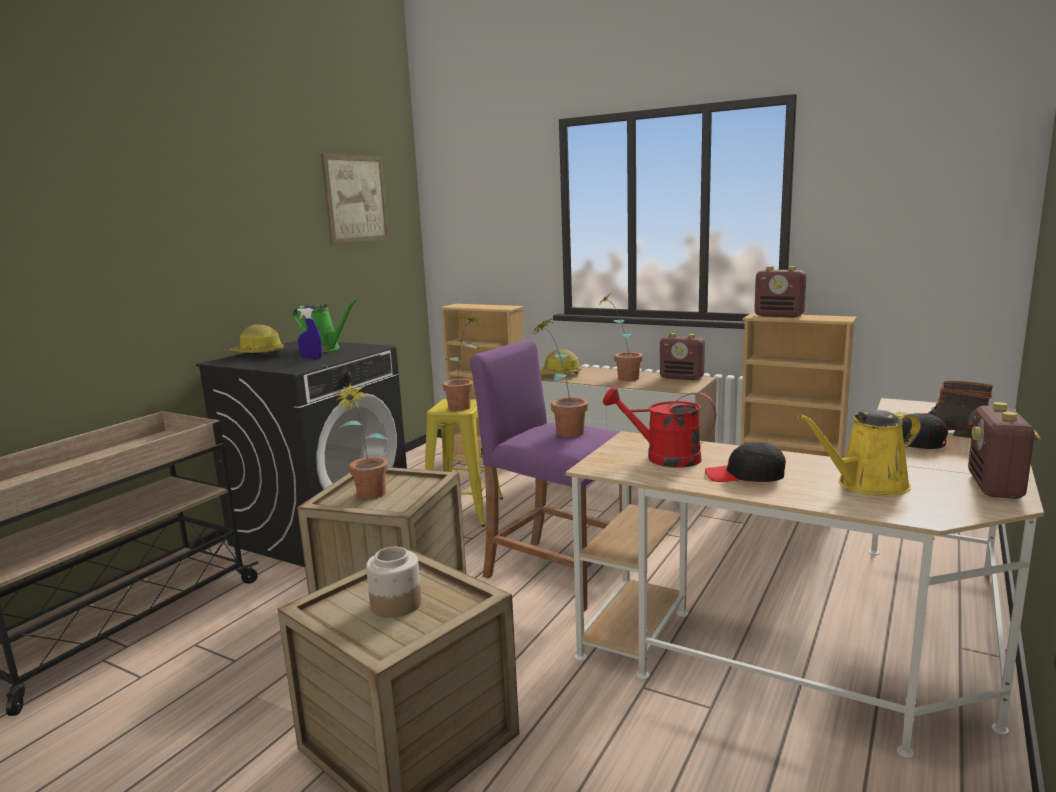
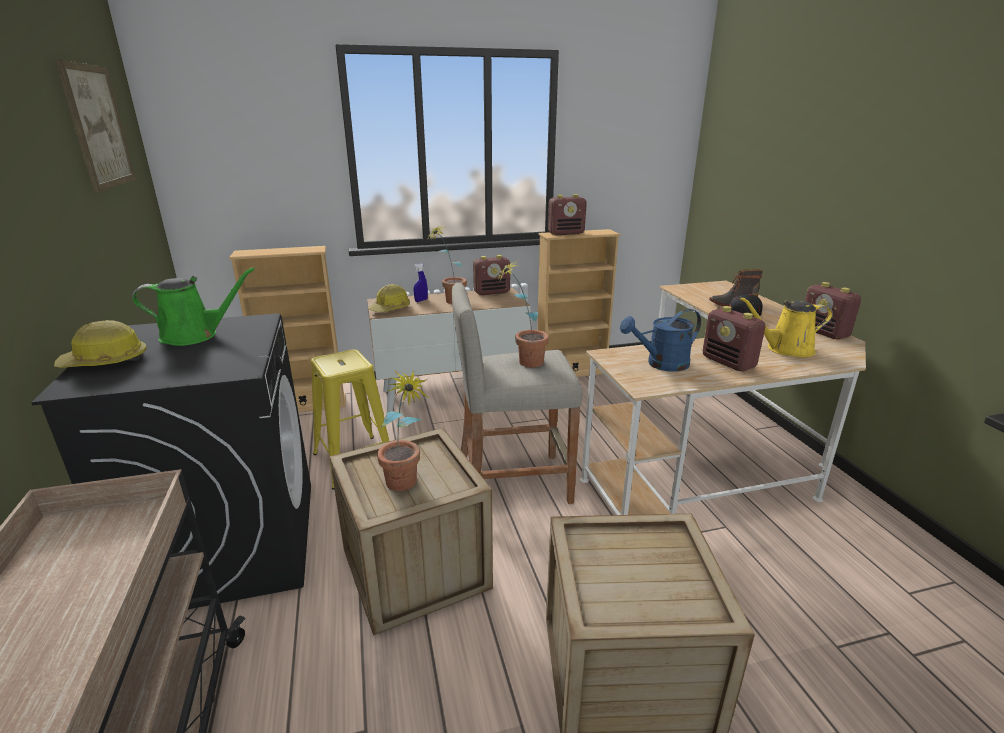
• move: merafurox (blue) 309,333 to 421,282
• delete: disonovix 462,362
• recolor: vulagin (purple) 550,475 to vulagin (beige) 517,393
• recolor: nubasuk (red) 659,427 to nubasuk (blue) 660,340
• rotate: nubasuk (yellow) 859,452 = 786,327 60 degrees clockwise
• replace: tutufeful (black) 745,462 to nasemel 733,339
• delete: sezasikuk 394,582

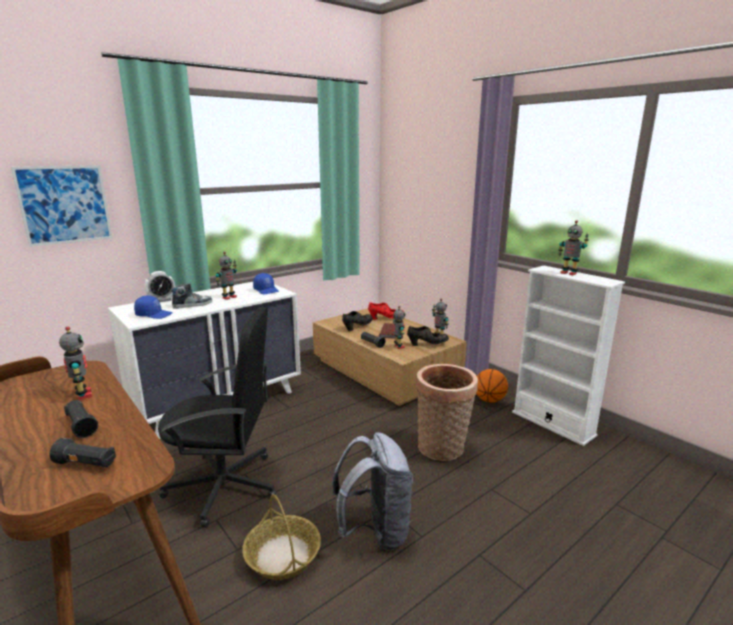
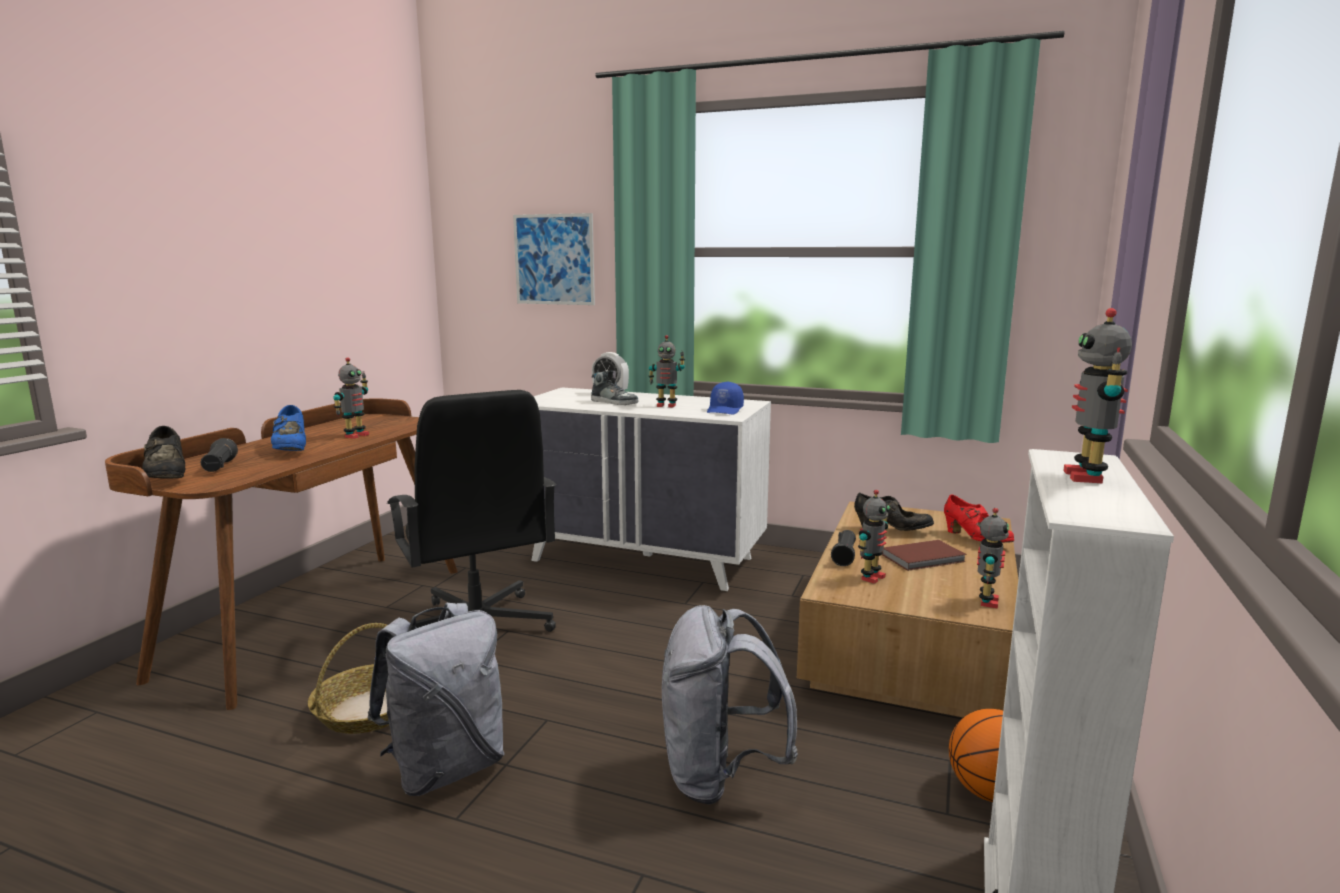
• delete: tutufeful (blue) 153,307
• move: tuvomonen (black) 428,336 to 164,452
• replace: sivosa 447,412 to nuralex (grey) 730,705
• replace: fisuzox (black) 81,419 to tuvomonen (blue) 288,428

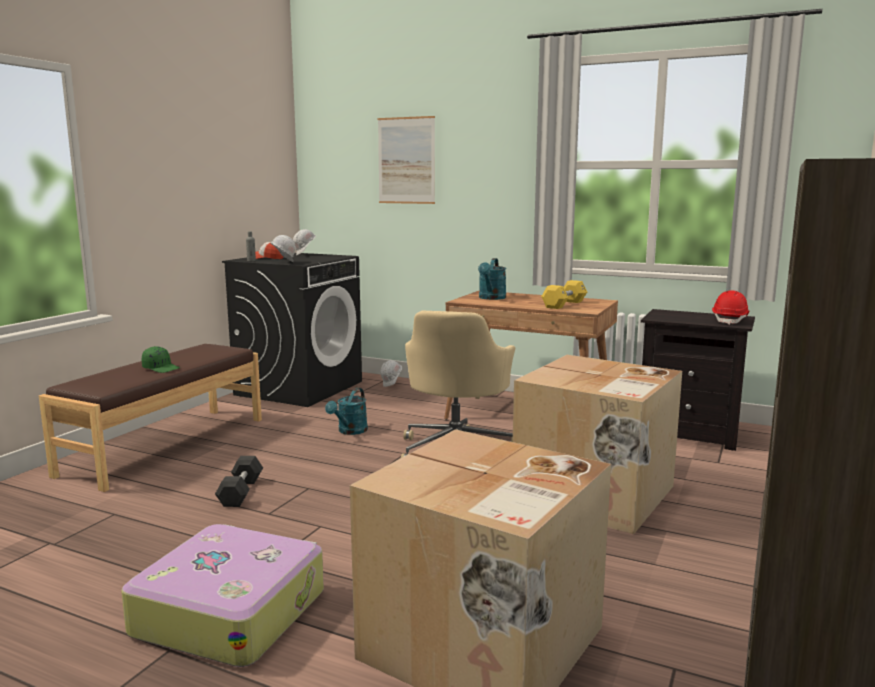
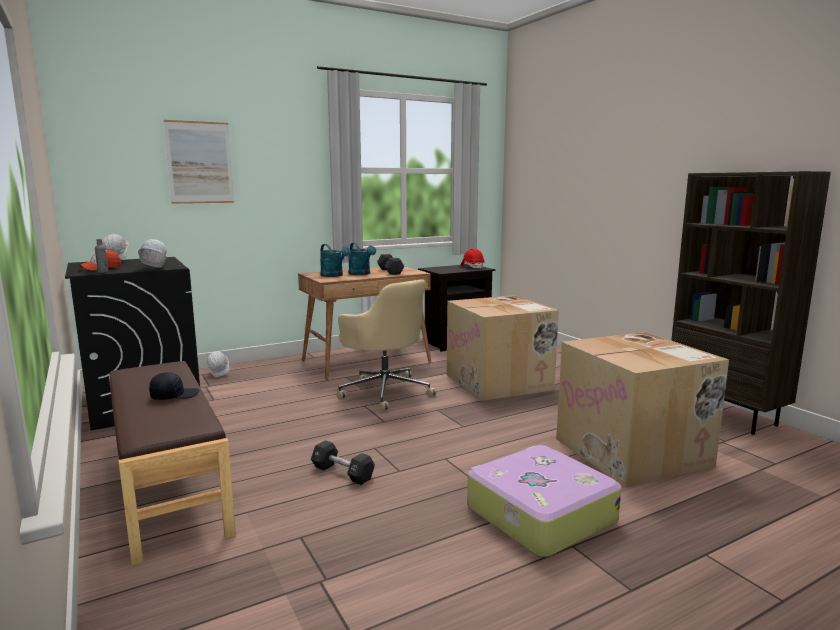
• recolor: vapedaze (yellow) 564,294 to vapedaze (black) 390,264
• recolor: tutufeful (green) 161,359 to tutufeful (black) 174,386
• move: nubasuk (turquoise) 346,411 to 362,259

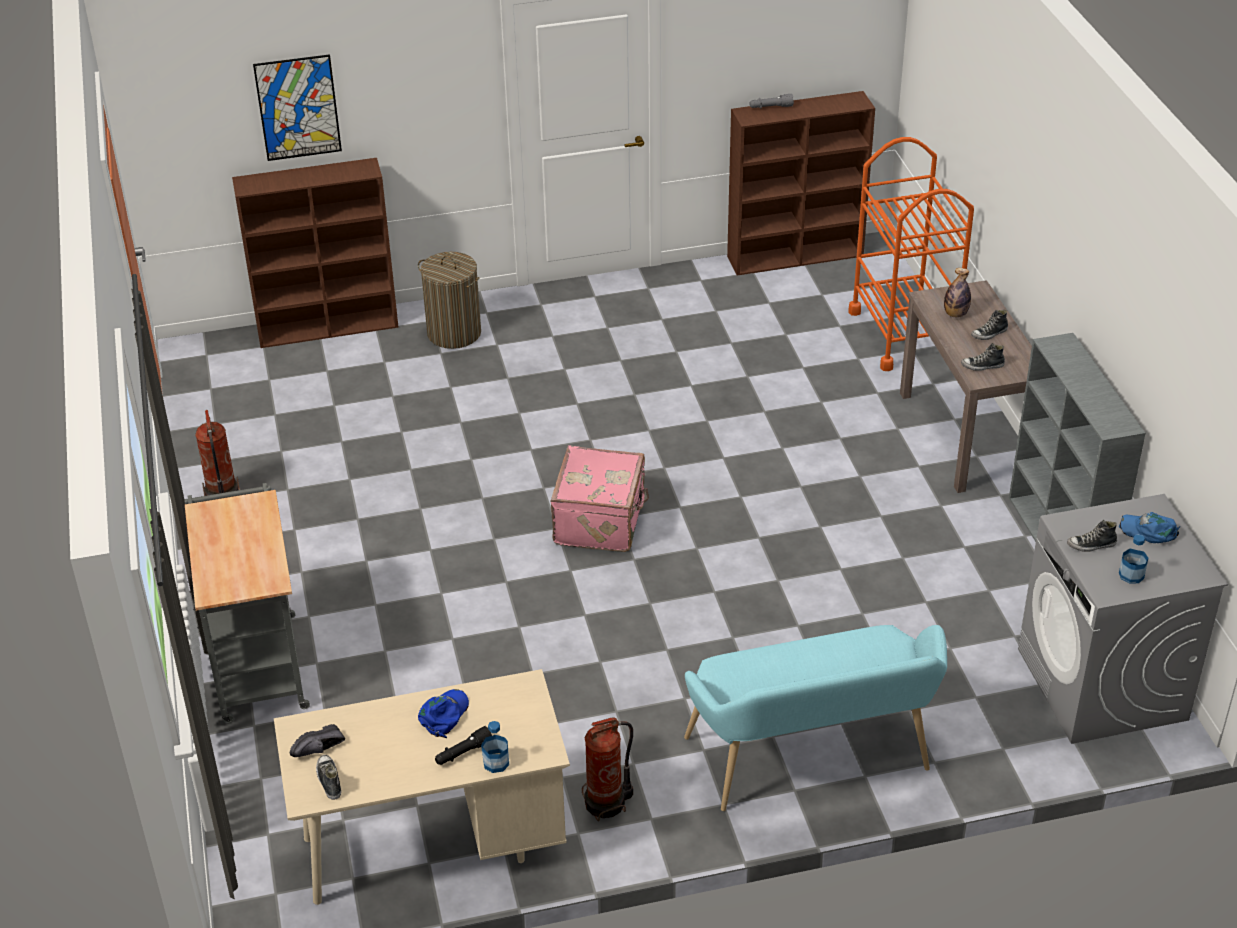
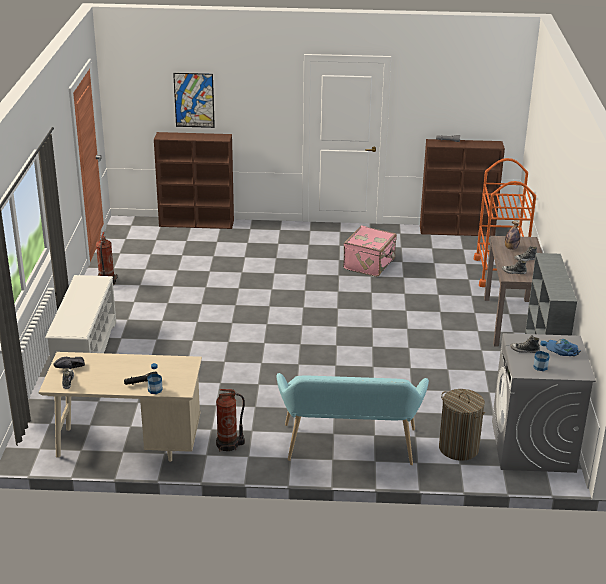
• move: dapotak 449,300 to 462,425
• move: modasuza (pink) 600,498 to 370,251
• replace: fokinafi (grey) 247,603 to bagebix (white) 80,319
• delete: tutufeful (blue) 443,713

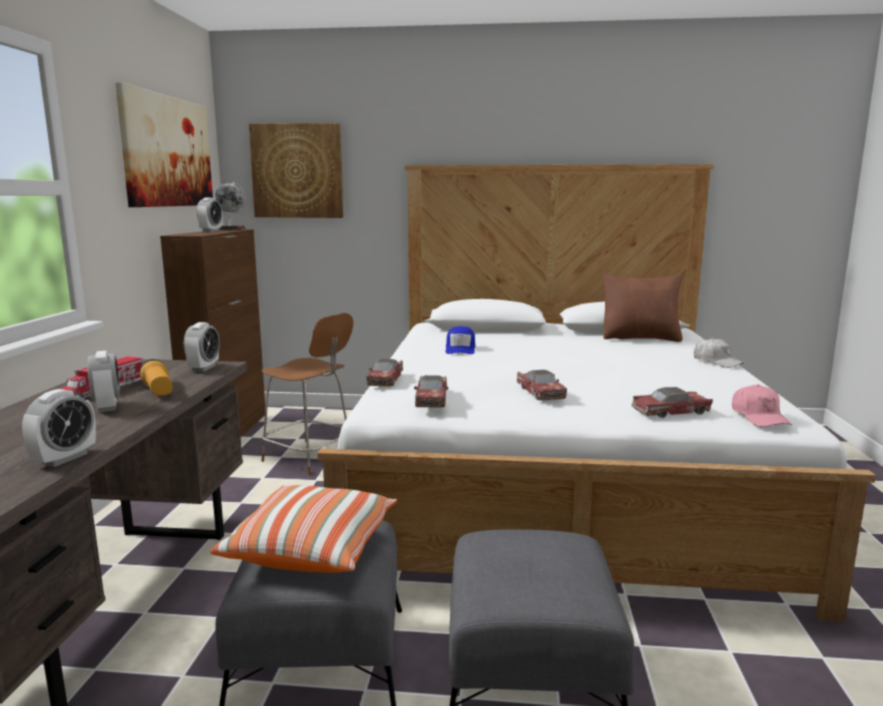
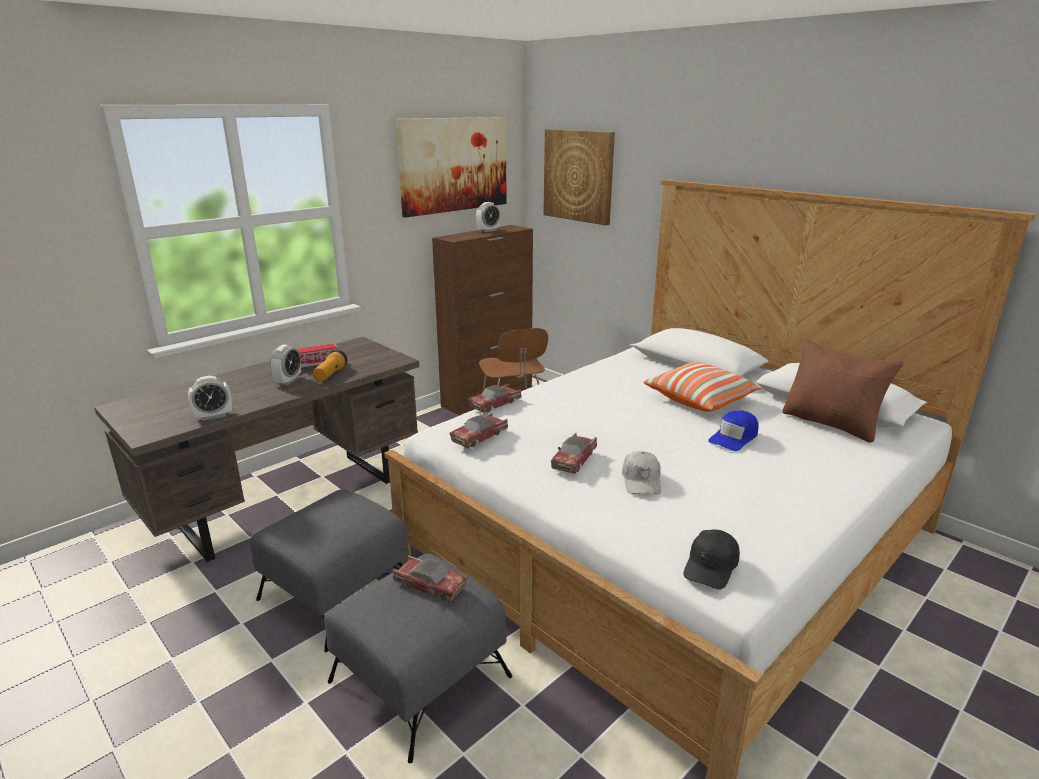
• delete: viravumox 230,206
• delete: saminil 202,347
• move: tutufeful (blue) 460,340 to 733,430
• move: tutufeful (white) 719,353 to 641,472
• recolor: tutufeful (pink) 762,405 to tutufeful (black) 712,560
• move: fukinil 672,402 to 430,578
• move: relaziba 303,529 to 703,387

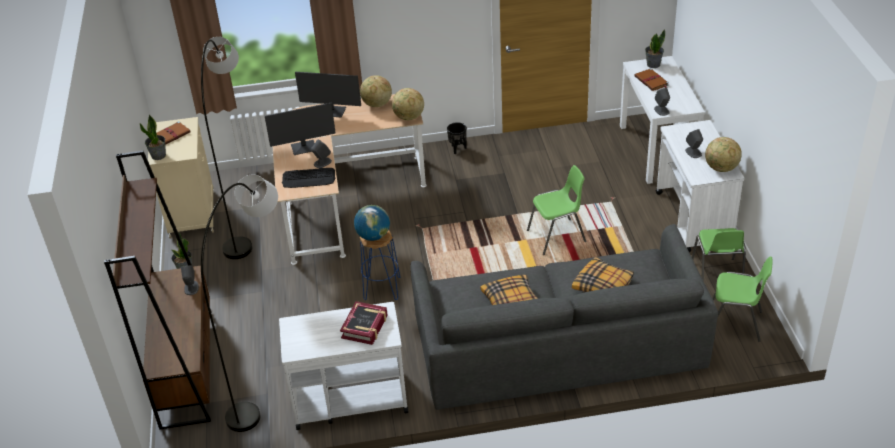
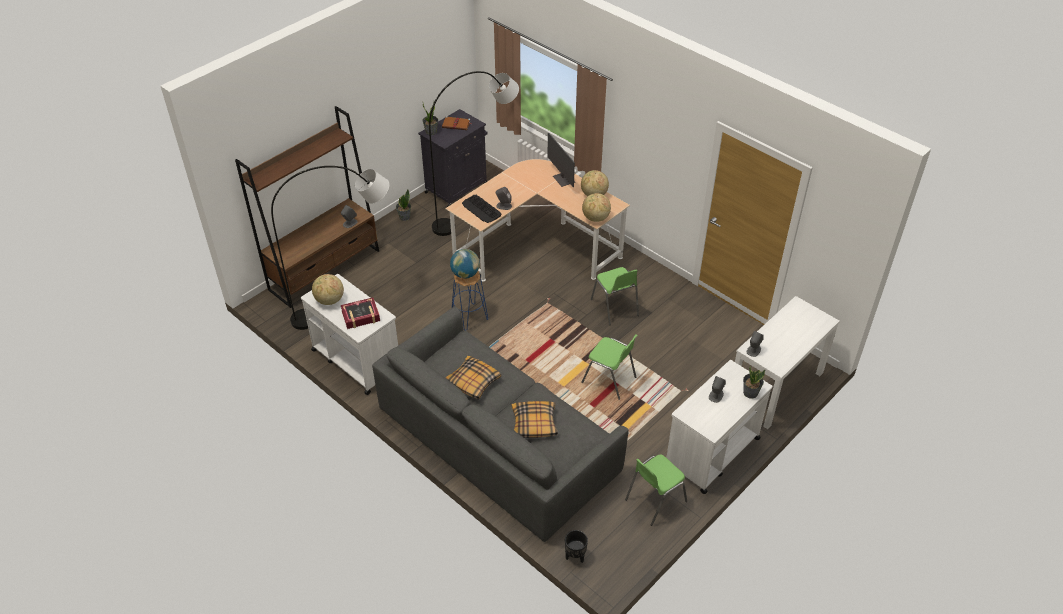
• move: disonovix 655,49 to 754,382
• delete: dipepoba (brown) 651,79
• delete: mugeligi 300,129
• recolor: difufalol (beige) 181,178 to difufalol (black) 452,158
• move: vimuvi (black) 457,138 to 576,546
• move: viravumox 723,154 to 328,289
• move: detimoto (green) 742,299 to 615,296

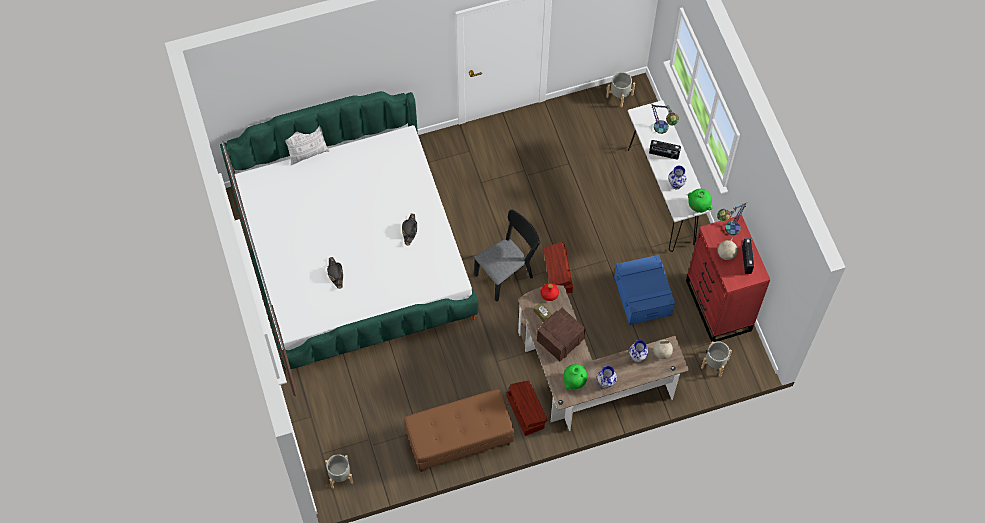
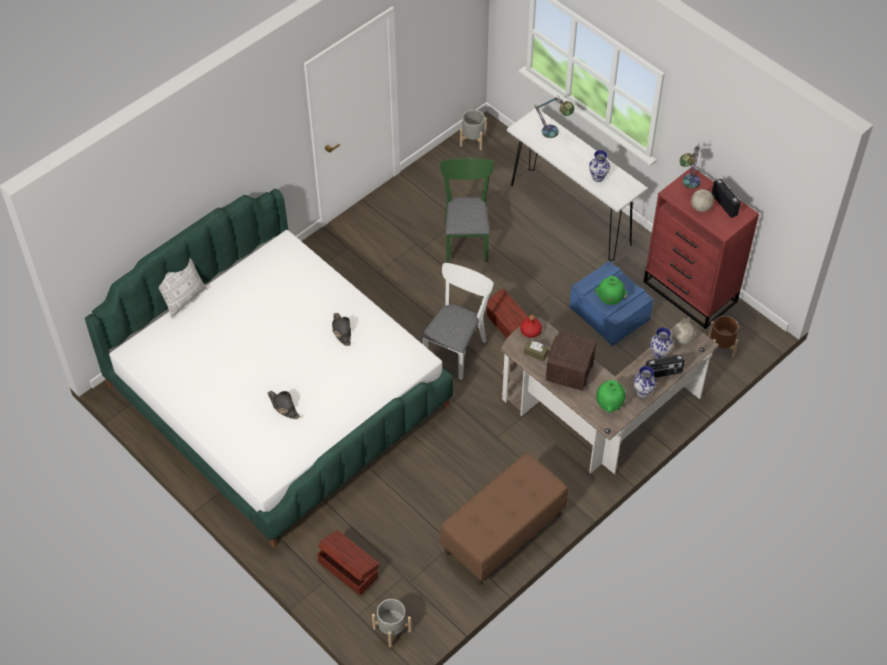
• move: nasemel 665,149 to 665,366
• move: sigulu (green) 700,201 to 611,290
• recolor: detimoto (black) 507,255 to detimoto (white) 458,321
• recolor: vimuvi (grey) 716,359 to vimuvi (brown) 723,336
• move: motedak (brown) 527,408 to 348,563
• insert: detimoto (green) 467,210

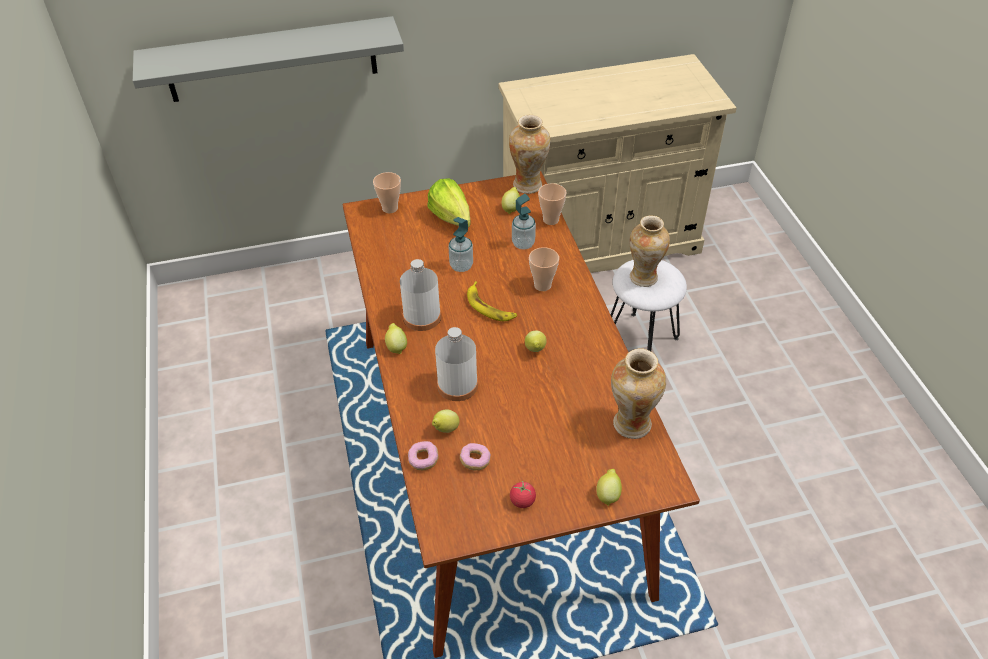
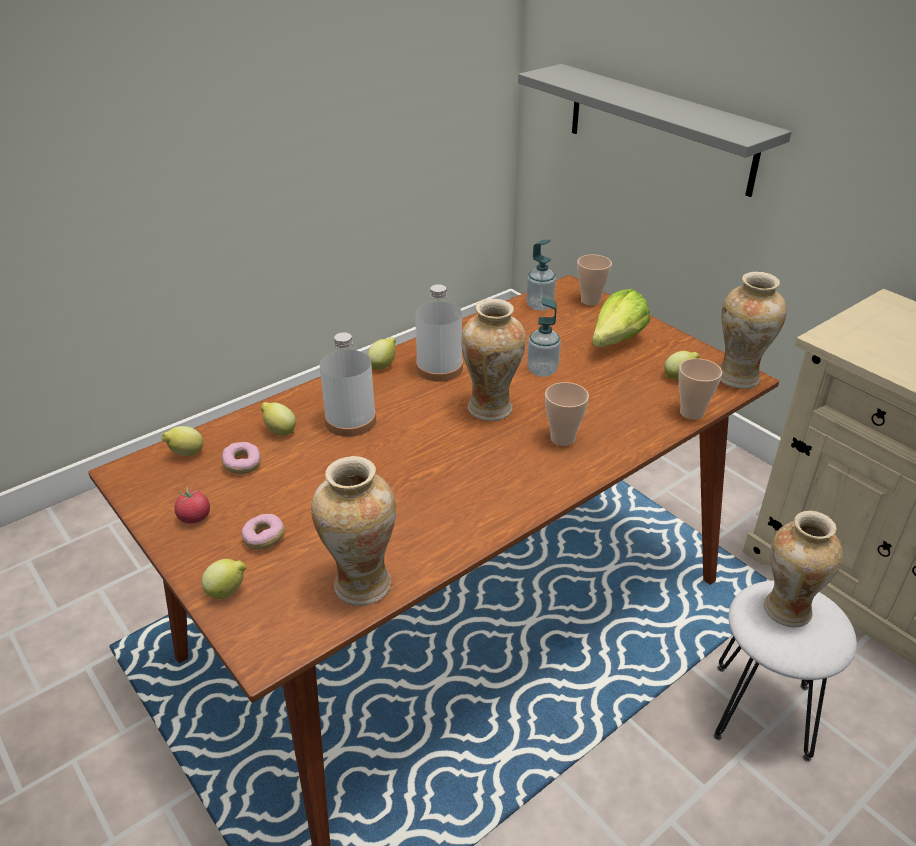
• move: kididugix 524,222 to 541,275
• replace: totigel 492,301 to sigulu 493,360
• move: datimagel 536,341 to 182,441
• move: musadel 423,455 to 263,532

